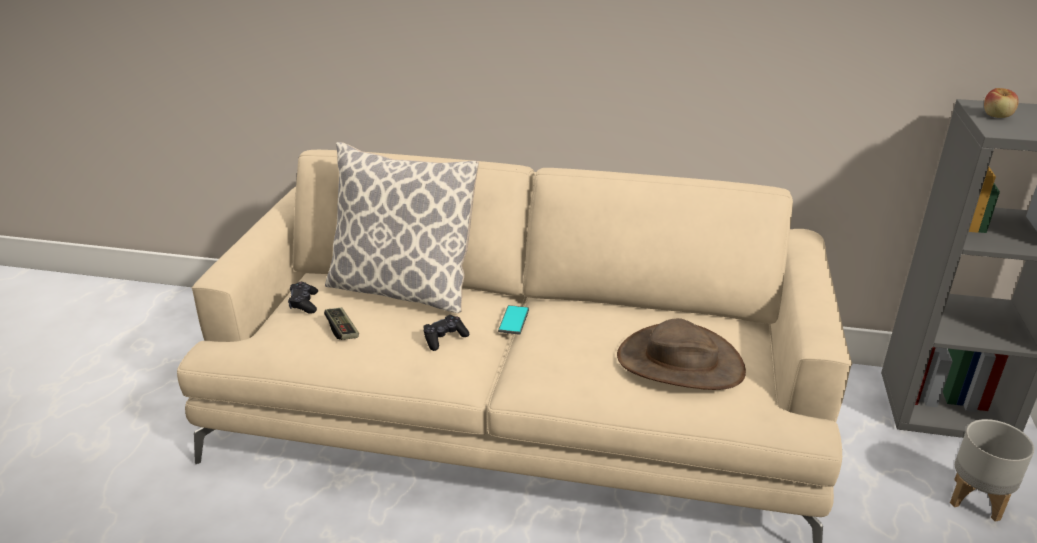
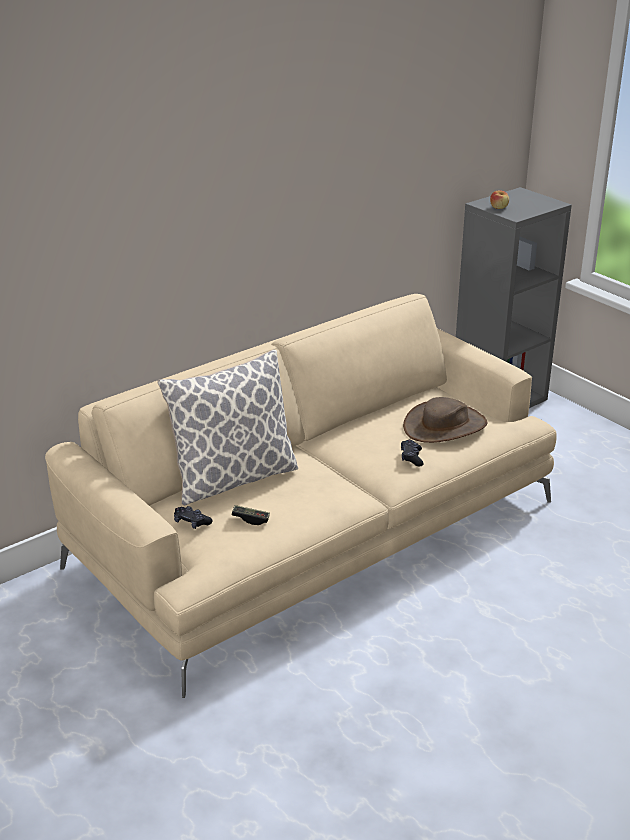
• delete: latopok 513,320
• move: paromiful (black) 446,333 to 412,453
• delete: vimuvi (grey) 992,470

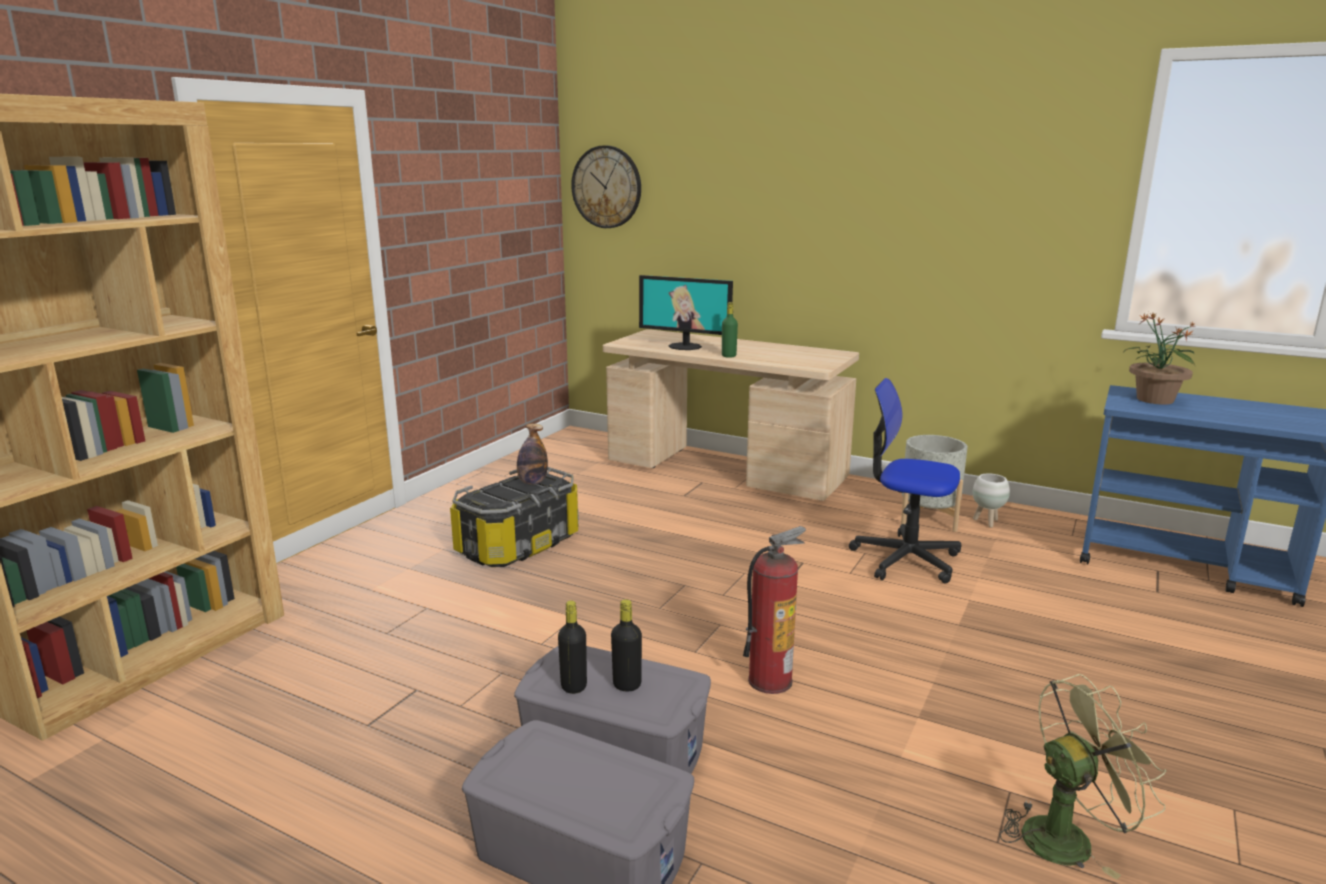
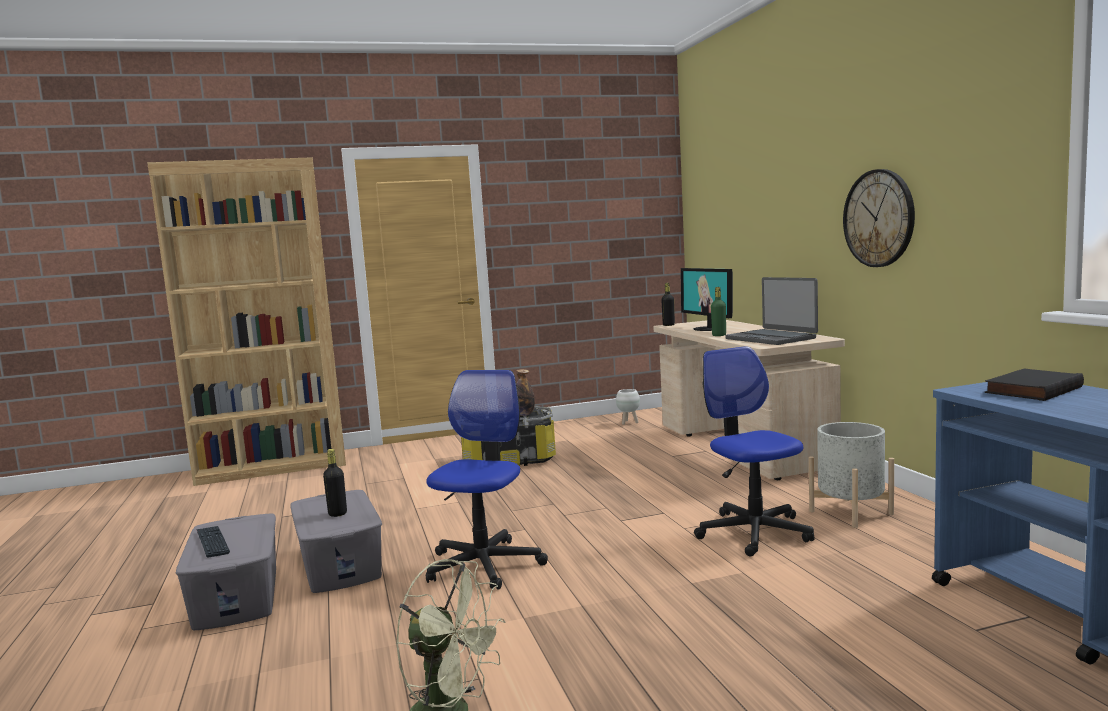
• move: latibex 606,186 to 879,218
• replace: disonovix 1159,358 to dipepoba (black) 1034,385
• move: vimuvi (white) 991,501 to 628,407
• replace: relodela 774,610 to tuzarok 487,479
• move: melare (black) 572,647 to 668,304
• insert: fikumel 771,311
• insert: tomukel 213,542

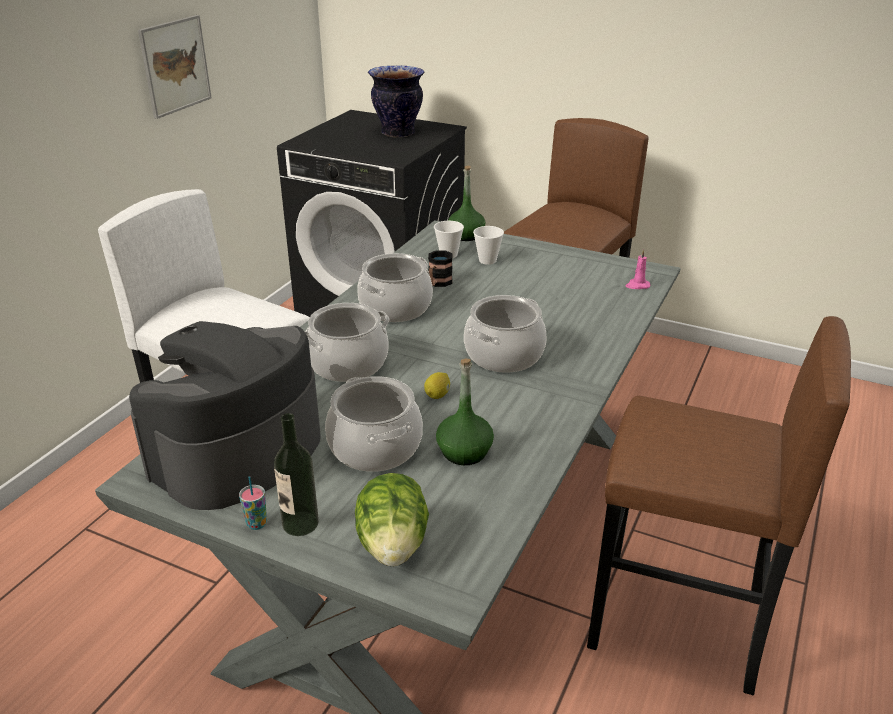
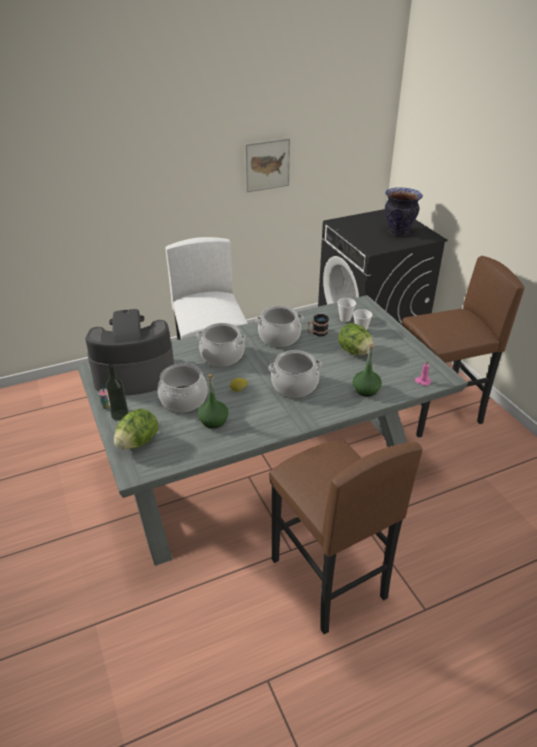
• move: melare (green) 466,203 to 367,370
• insert: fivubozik 356,339

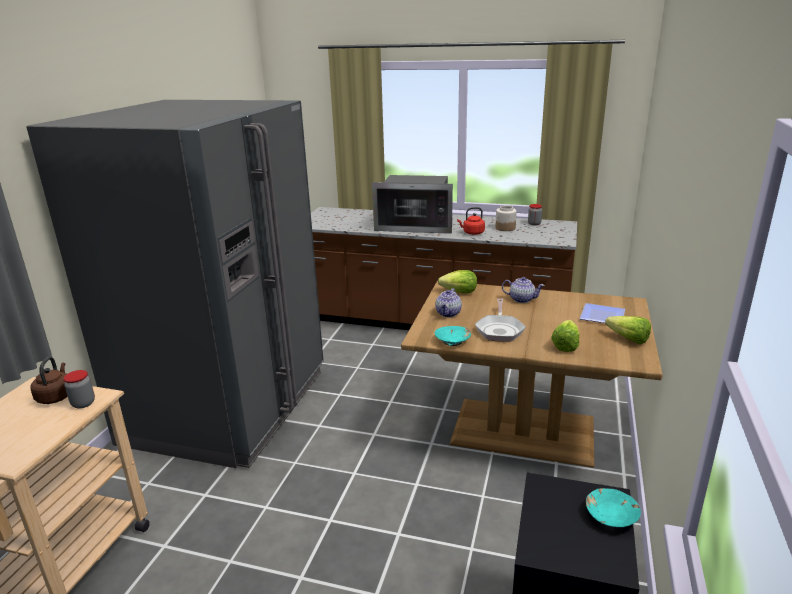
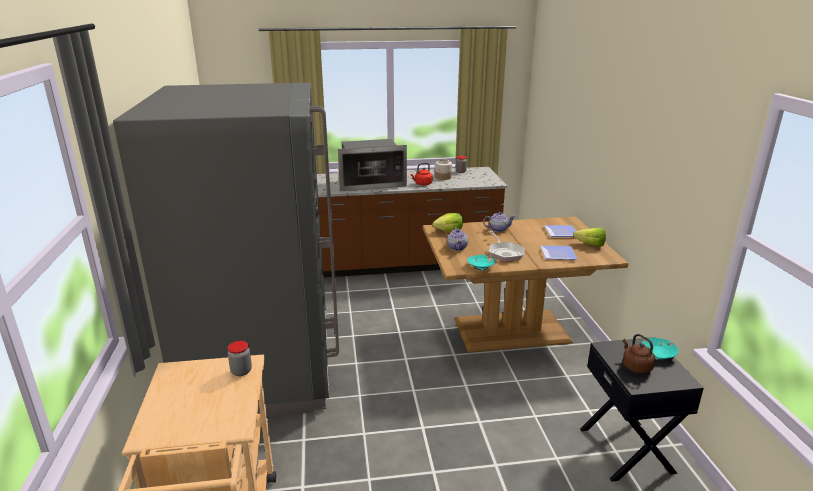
• replace: fivubozik 565,336 to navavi 558,252
• move: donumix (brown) 49,380 to 639,353

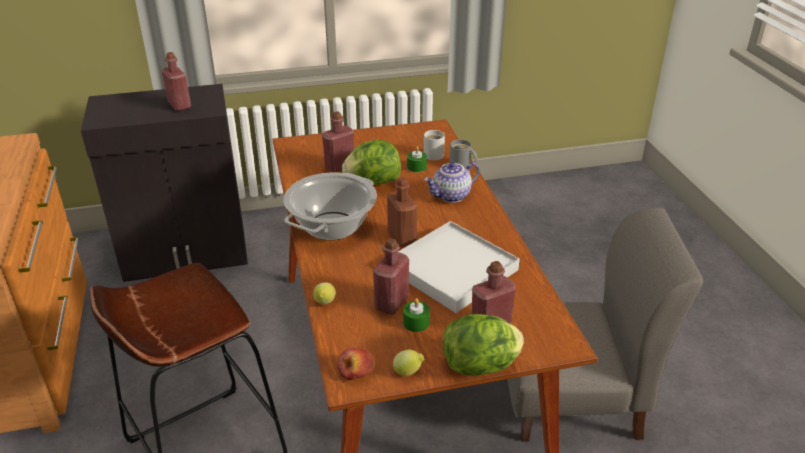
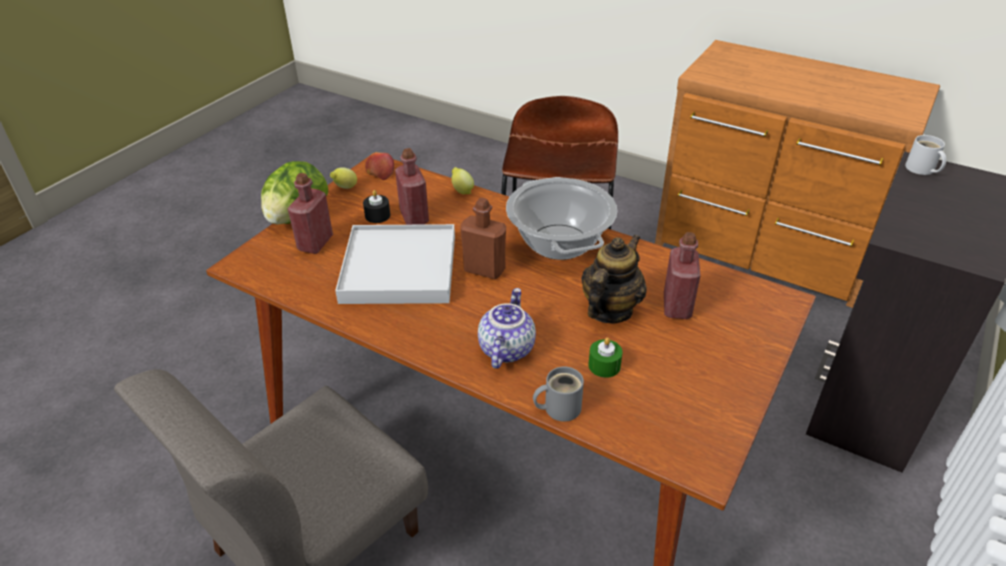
• delete: melare (red) 176,81
• move: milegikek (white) 434,145 to 925,155
• replace: fivubozik 371,162 to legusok 614,279
• recolor: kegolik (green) 416,315 to kegolik (black) 376,206

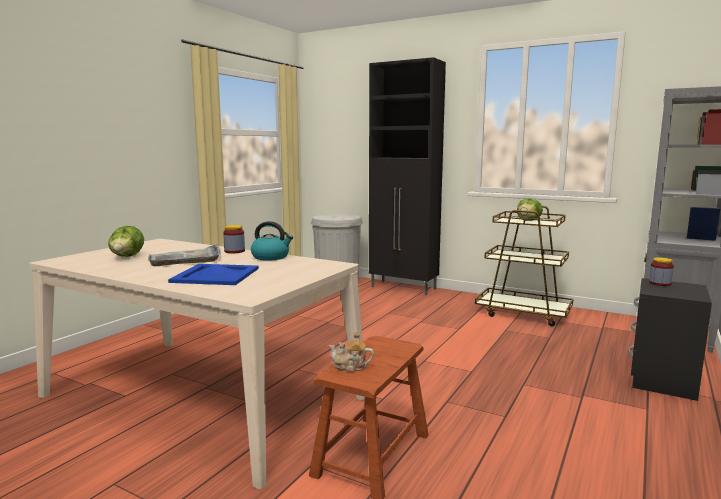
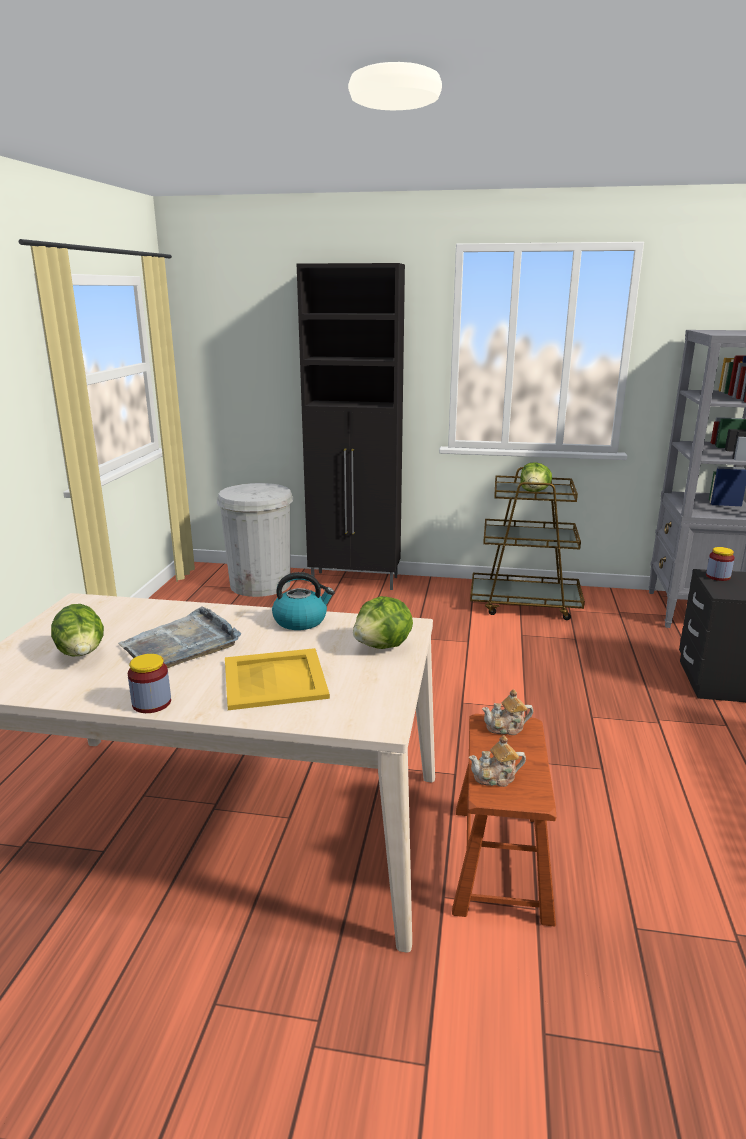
• move: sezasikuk 234,239 to 149,683
• recolor: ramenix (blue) 213,274 to ramenix (yellow) 277,679
• insert: fivubozik 383,622
• insert: legusok 507,712

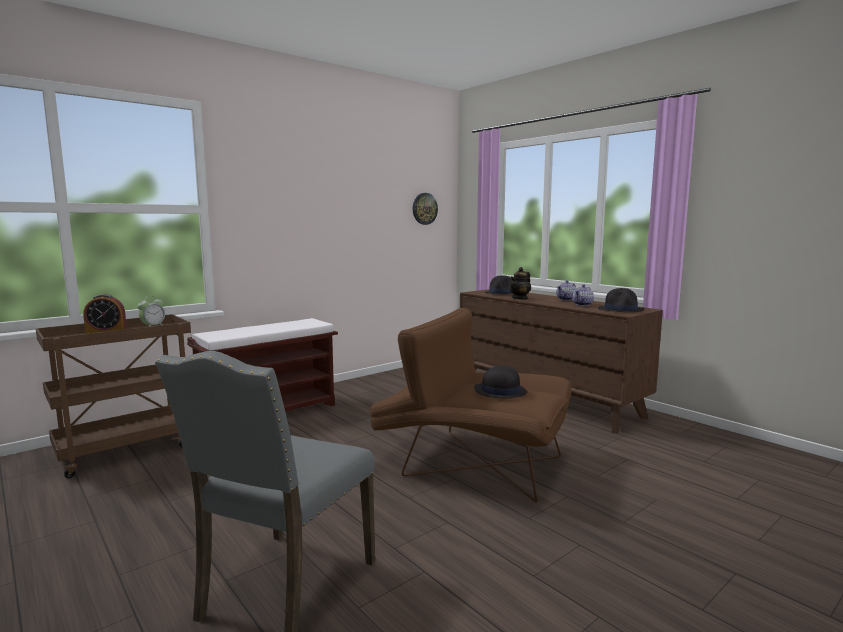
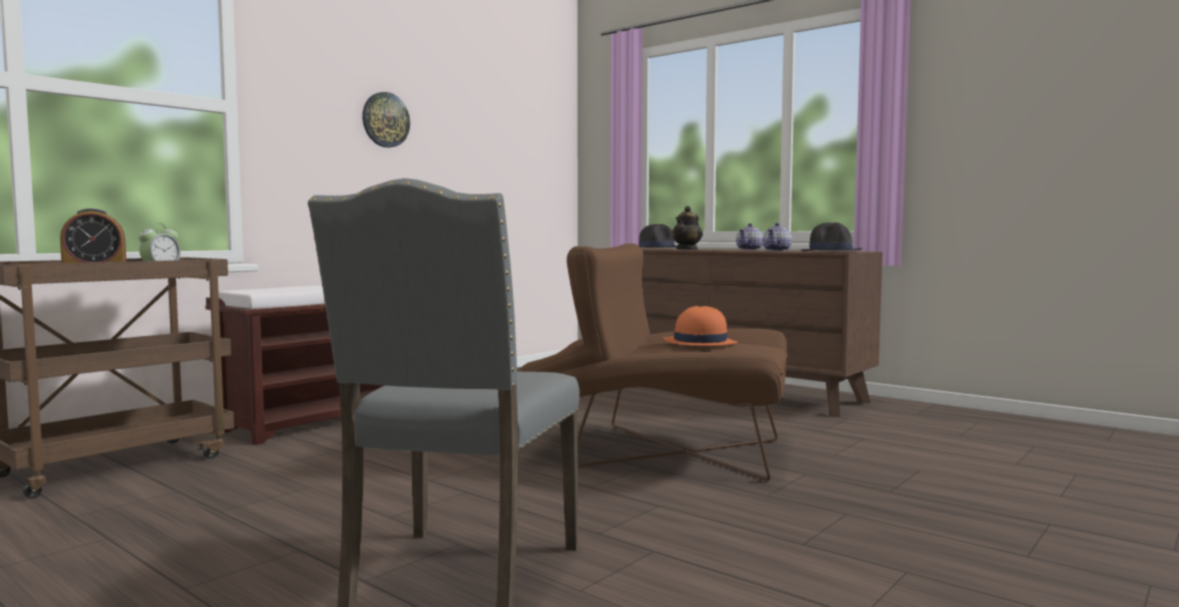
• move: latibex 425,209 to 386,120
• recolor: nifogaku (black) 501,381 to nifogaku (orange) 700,326

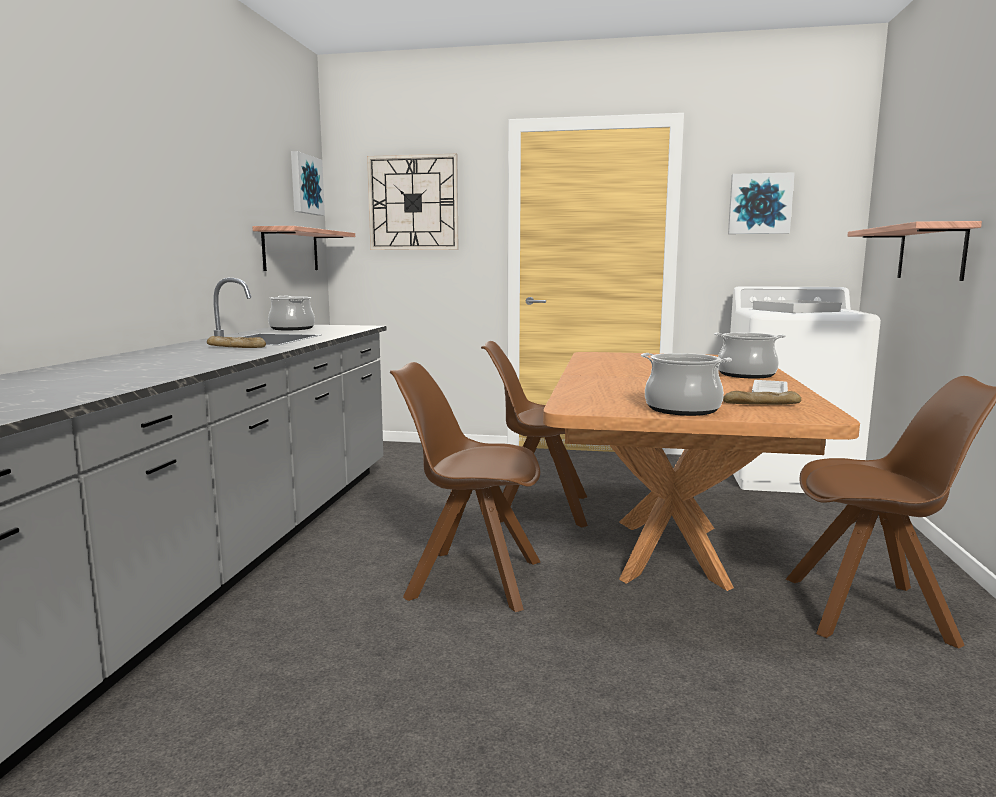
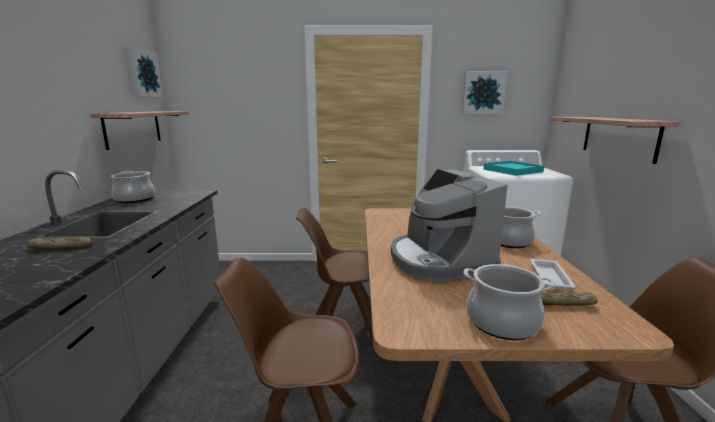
• delete: latibex 412,202
• recolor: ramenix (white) 797,306 to ramenix (turquoise) 513,168
• insert: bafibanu 449,225

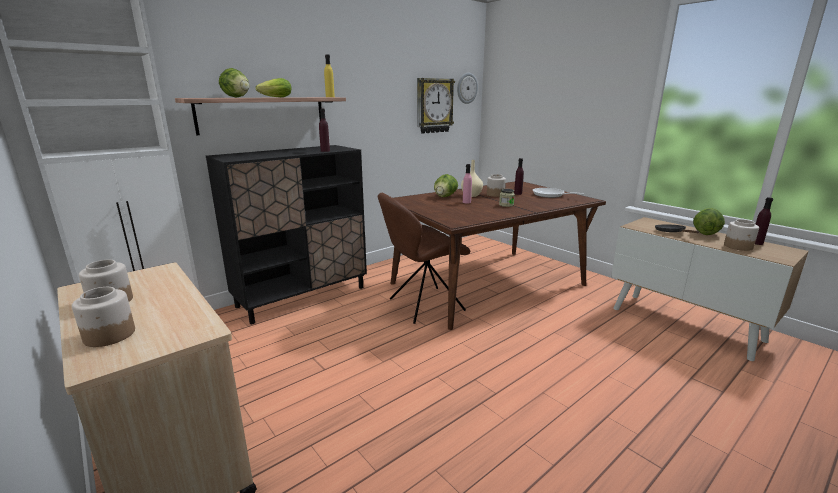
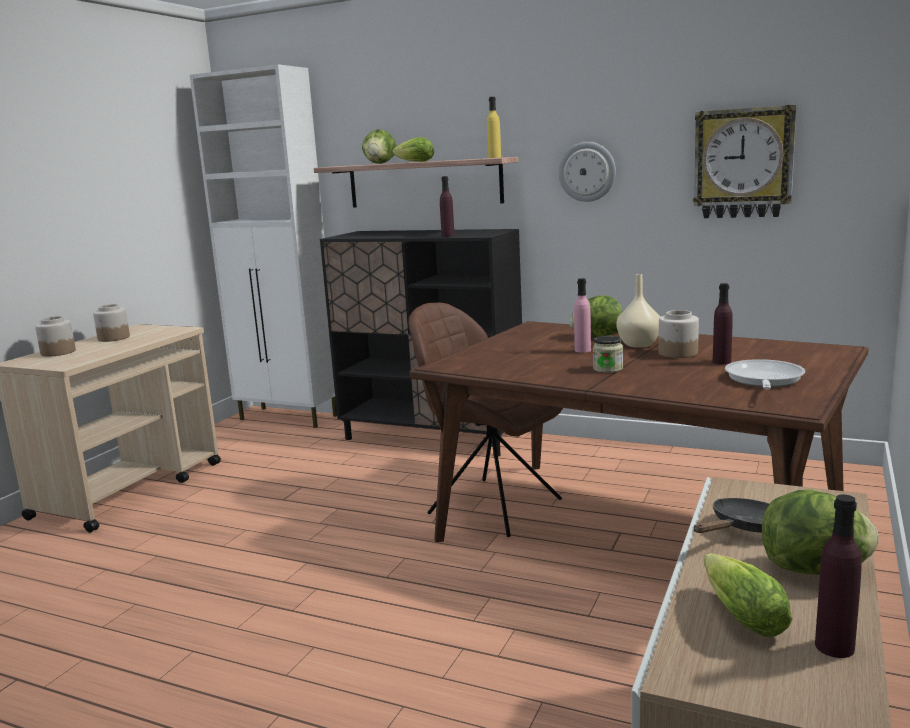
• move: latibex 467,88 to 587,172
• replace: sezasikuk 741,235 to fivubozik 747,595

